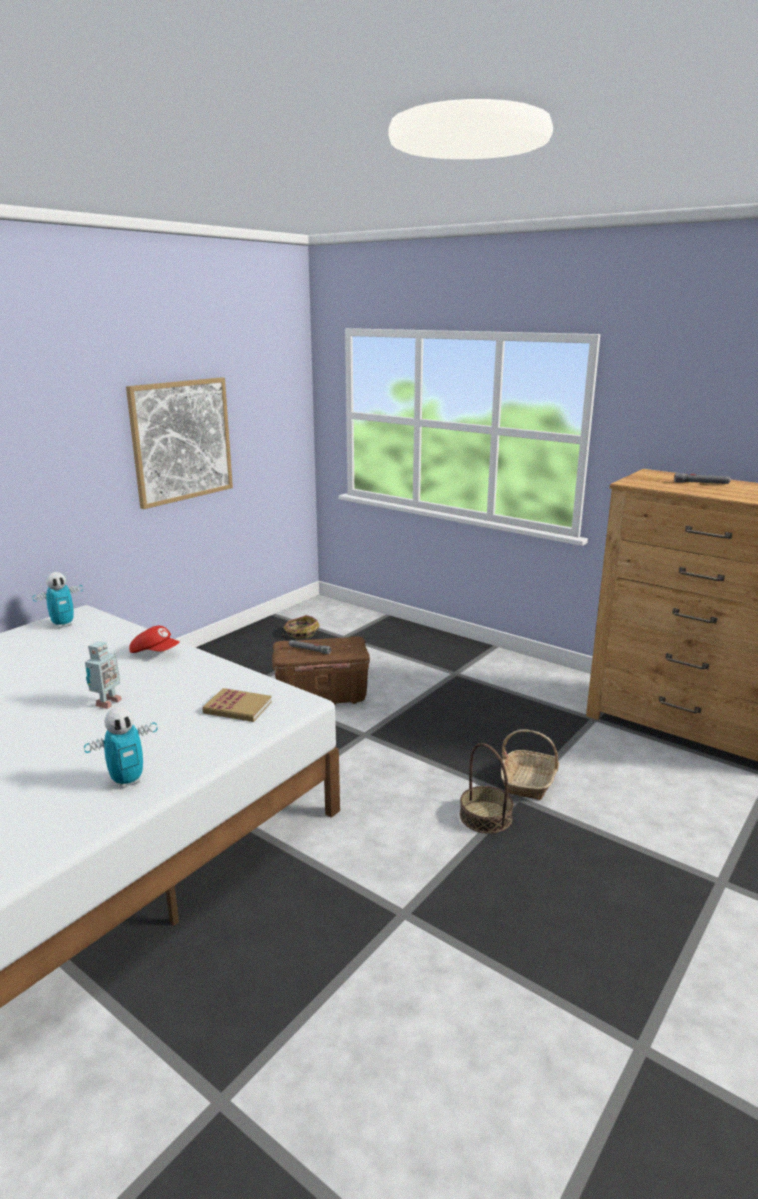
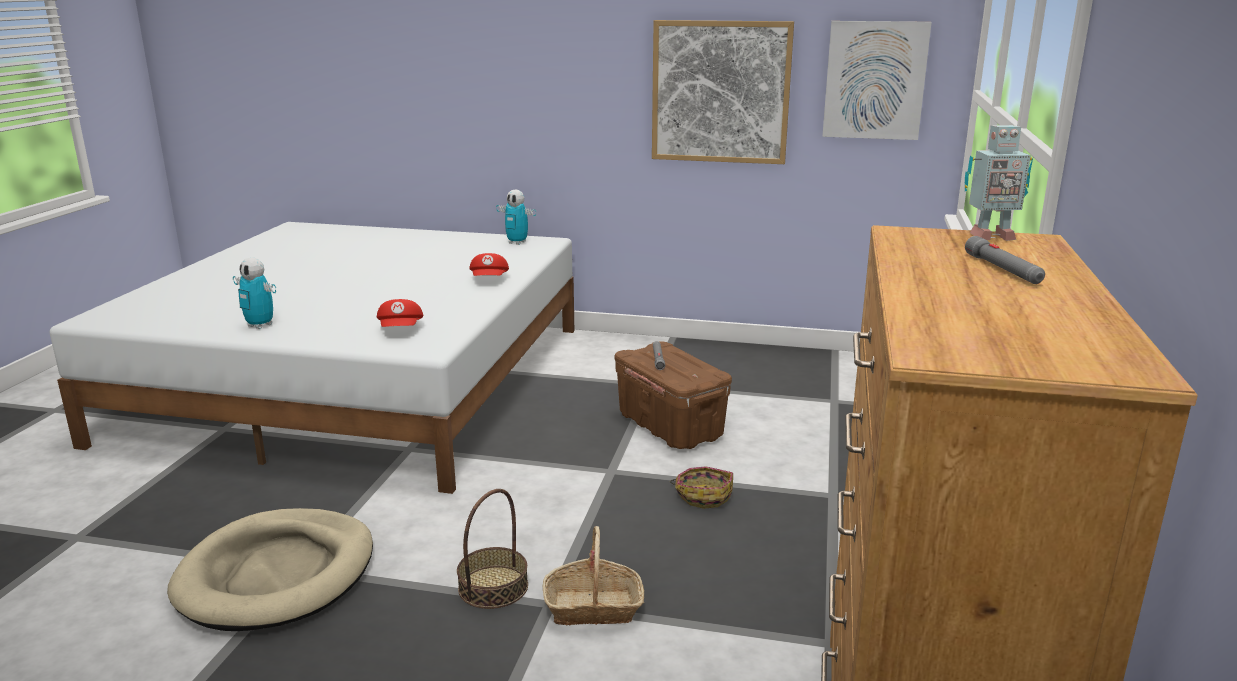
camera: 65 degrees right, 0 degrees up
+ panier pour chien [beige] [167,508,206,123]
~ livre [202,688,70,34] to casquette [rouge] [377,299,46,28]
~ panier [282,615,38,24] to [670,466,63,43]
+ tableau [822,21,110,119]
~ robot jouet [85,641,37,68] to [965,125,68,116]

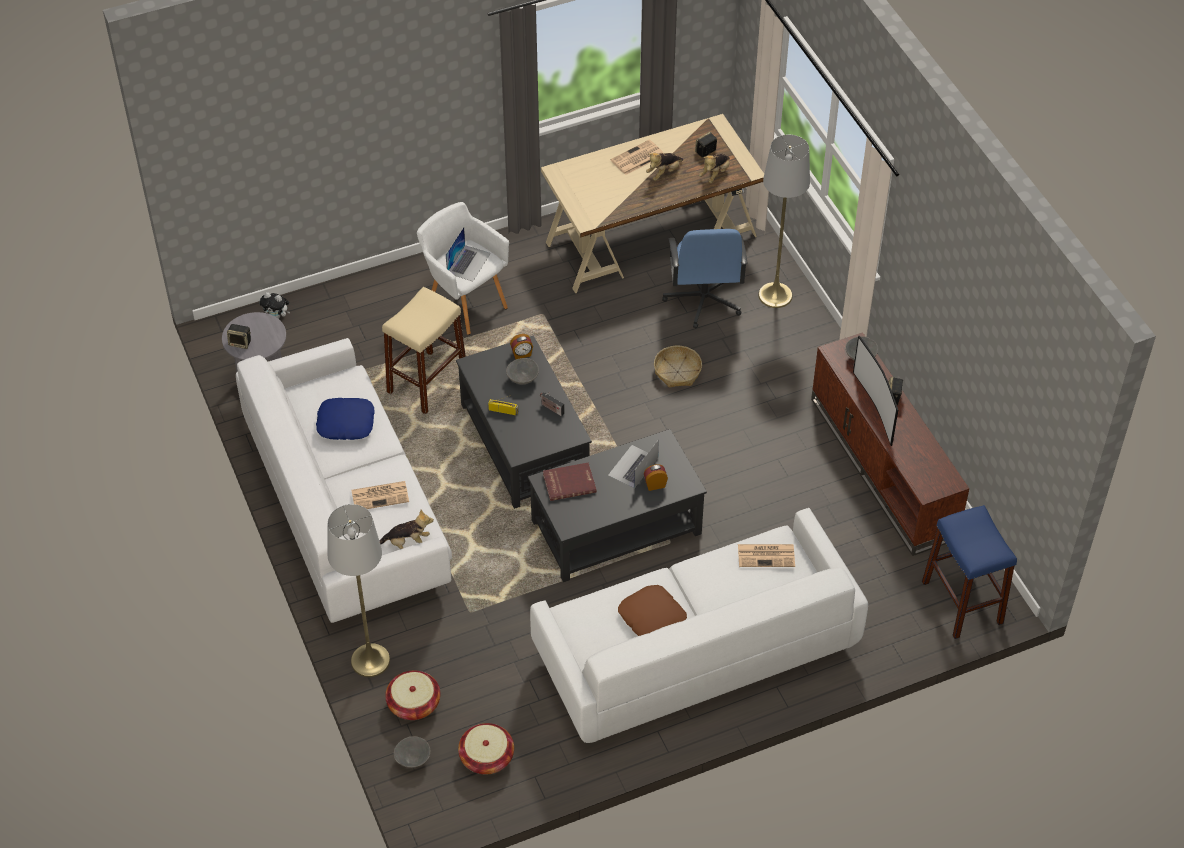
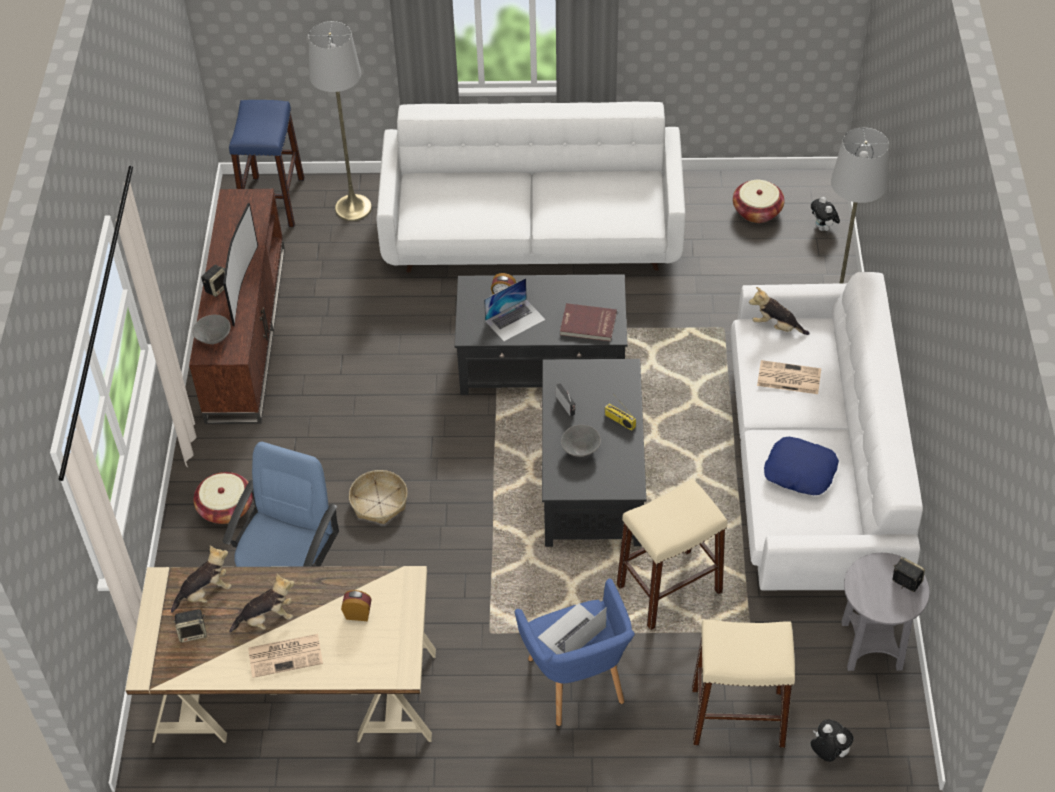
camera: 155 degrees left, 0 degrees up
~ panier [385,670,56,50] to [193,472,60,52]
~ lampadaire [gris] [758,134,52,174] to [308,21,64,200]
~ réveil [510,334,23,25] to [341,590,31,31]
~ fauteuil [blanc] [417,202,92,133] to fauteuil [bleu] [515,578,120,148]
+ tabouret [beige] [692,619,103,129]
~ bol [gris] [394,736,36,32] to peluche [811,197,29,35]
- coussin [marron] [618,585,69,51]
- journal [738,544,57,23]

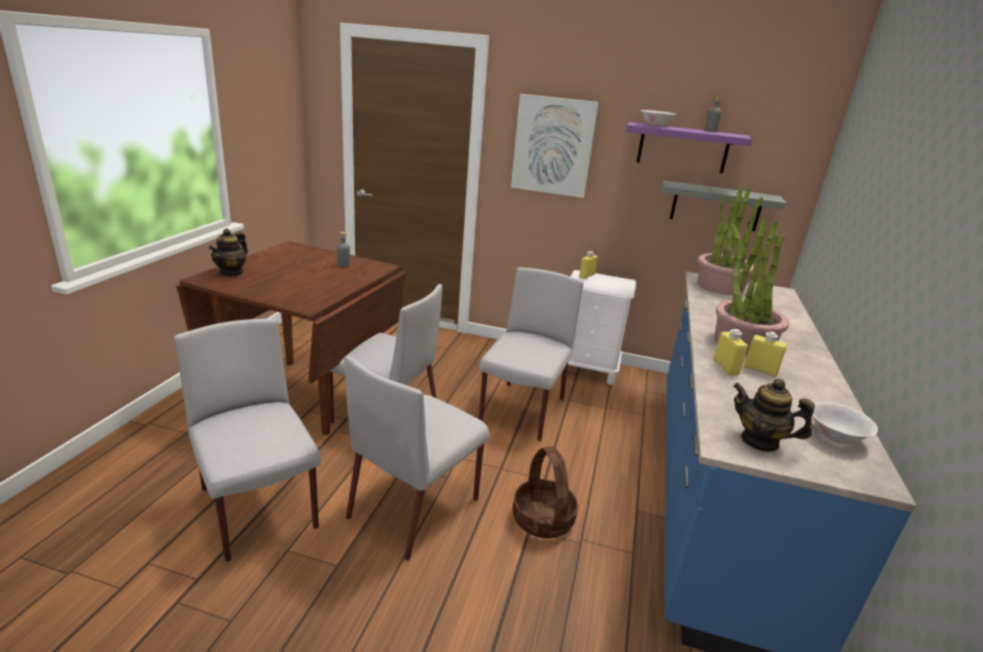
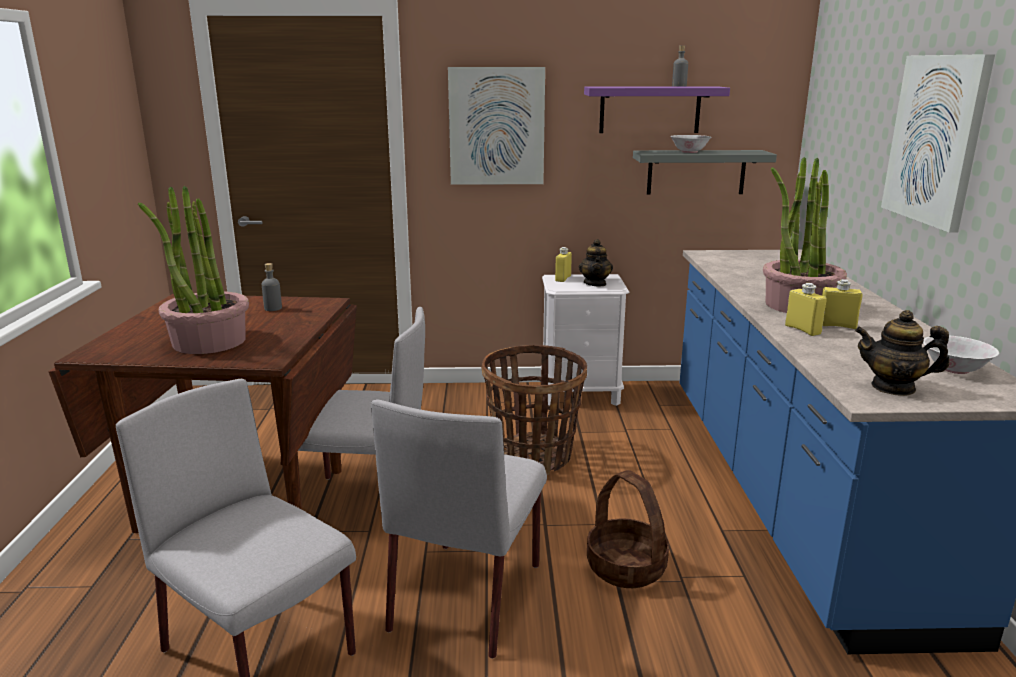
camera: 15 degrees left, 5 degrees down
~ plante en pot [697,186,66,109] to [138,186,111,168]
~ chaise [gris] [479,267,105,174] to panier [481,345,106,130]
~ théière [209,228,39,49] to [579,239,34,48]
~ bol [blanc] [640,110,36,17] to [670,135,42,18]
+ tableau [881,54,114,179]

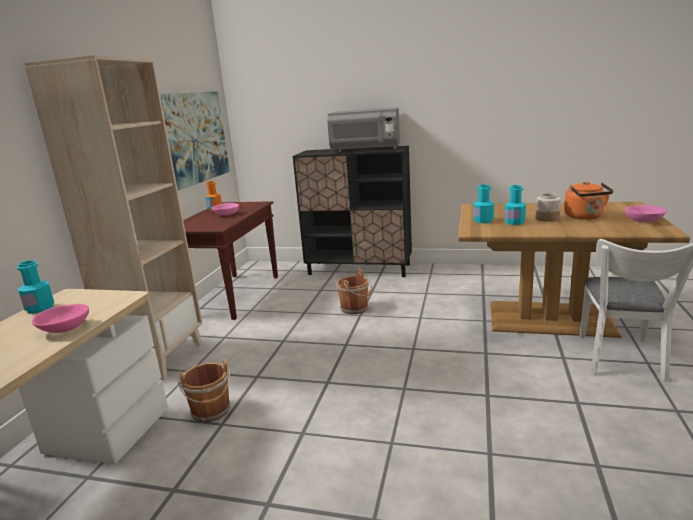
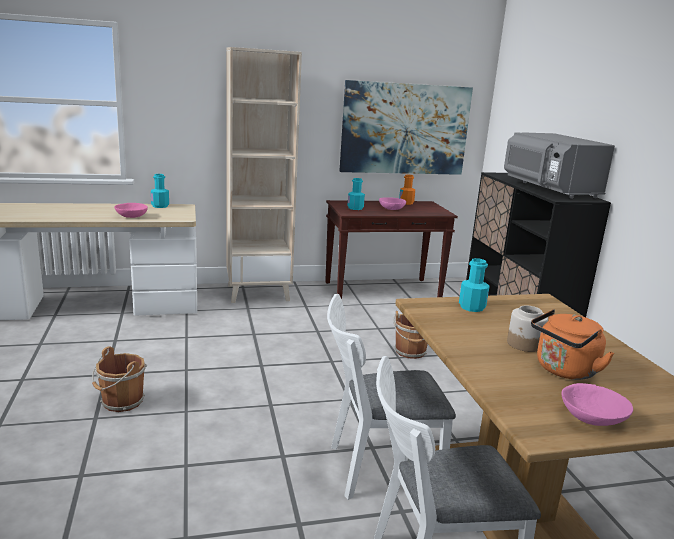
camera: 60 degrees right, 0 degrees up
~ seau [marron] [177,359,54,63] to [92,347,55,65]
+ chaise [blanc] [327,294,129,206]
~ bouteille [turquoise] [504,185,22,40] to [347,178,18,32]

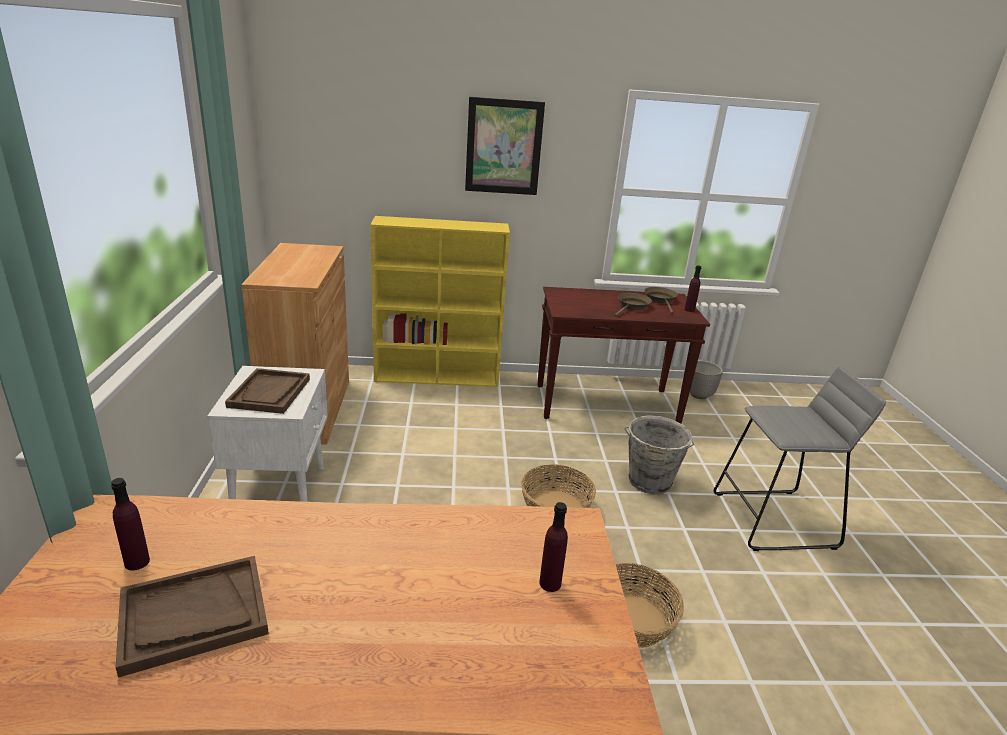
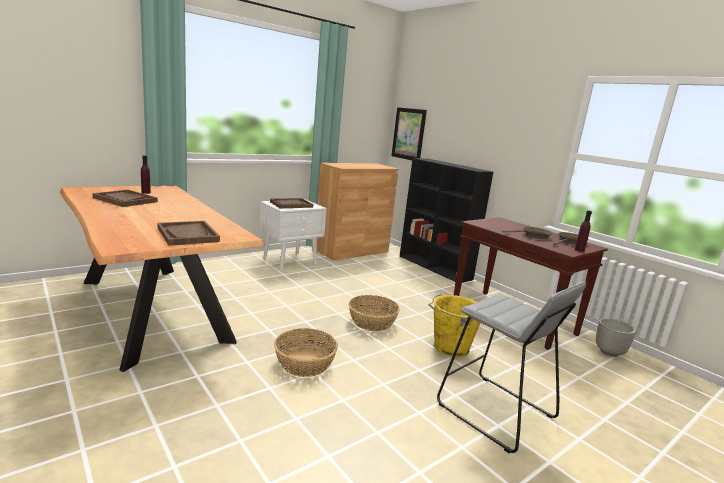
camera: 55 degrees right, 10 degrees down
~ bouteille [violet] [539,502,29,90] to plateau [marron] [158,221,62,25]
~ tableau [465,97,80,98] to [391,107,36,53]
~ bibliothèque [jaune] [370,216,140,171] to bibliothèque [noir] [400,158,93,125]
~ seau [gris] [624,415,70,80] to seau [jaune] [428,294,52,64]

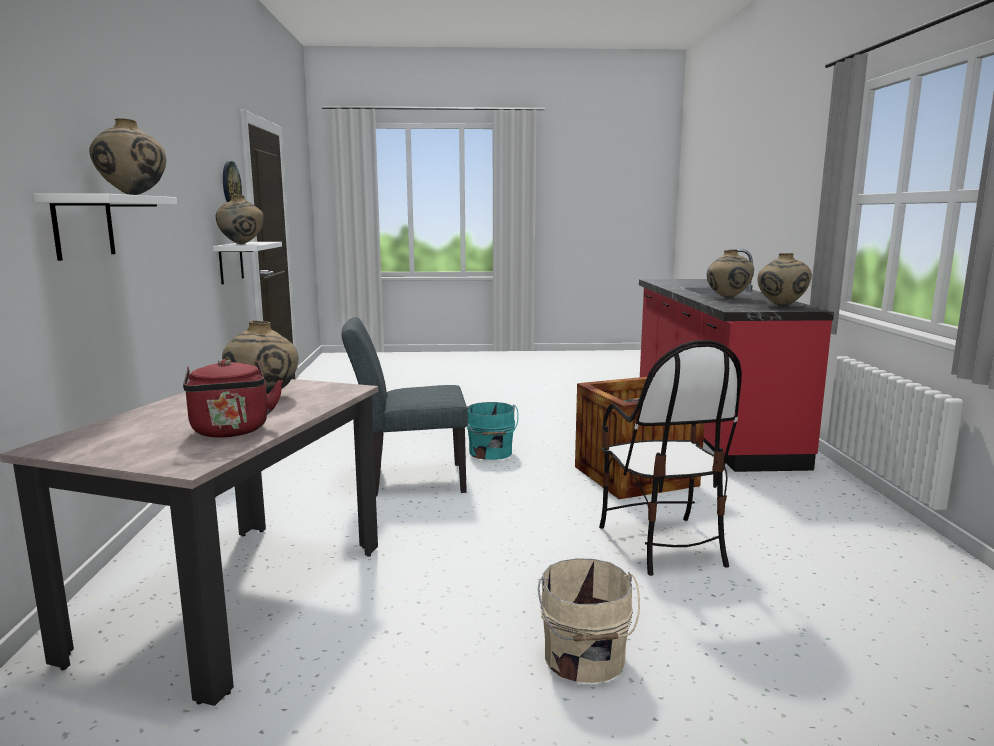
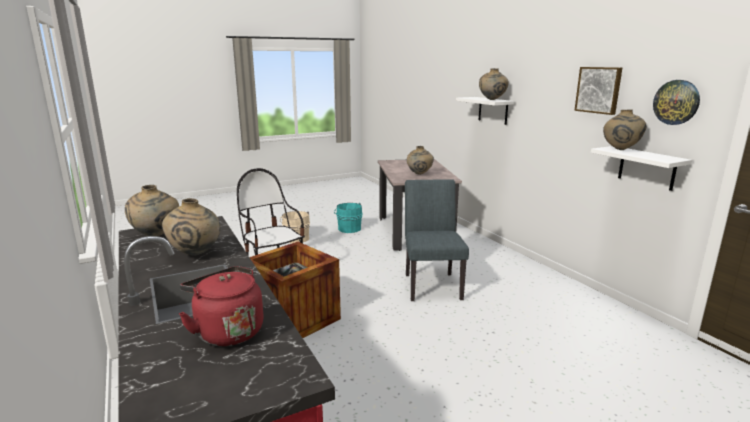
camera: 155 degrees right, 5 degrees up
~ bouilloire [rouge] [183,359,100,79] to [179,266,85,80]
~ seau [turquoise] [467,402,51,58] to [334,203,28,30]
~ chaise [gris] [341,317,127,179] = [405,180,64,121] 60 degrees counterclockwise
+ tableau [574,67,48,48]

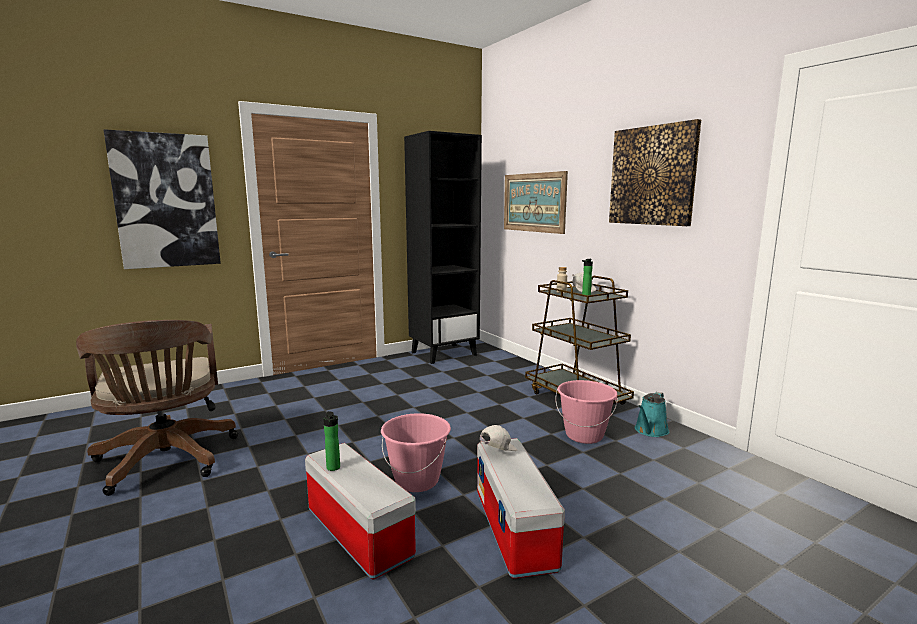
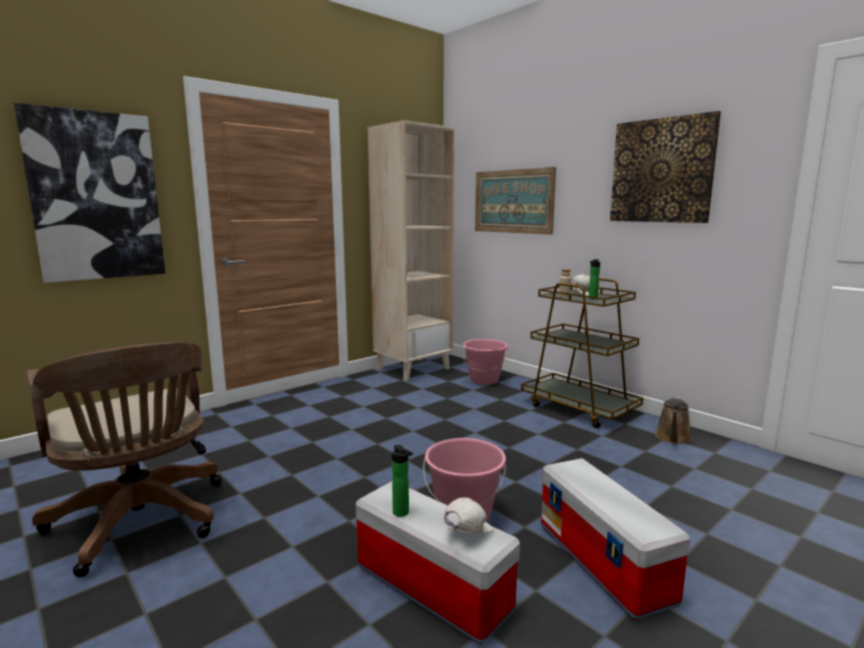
camera: 10 degrees left, 0 degrees up
~ bibliothèque [noir] [404,131,78,233] to bibliothèque [beige] [368,120,87,261]
~ casquette [blanc] [480,425,37,26] to [444,498,49,37]
~ seau [rose] [555,380,63,64] to [462,339,46,46]
~ arrosoir [turquoise] [635,392,34,45] to arrosoir [marron] [655,397,37,47]

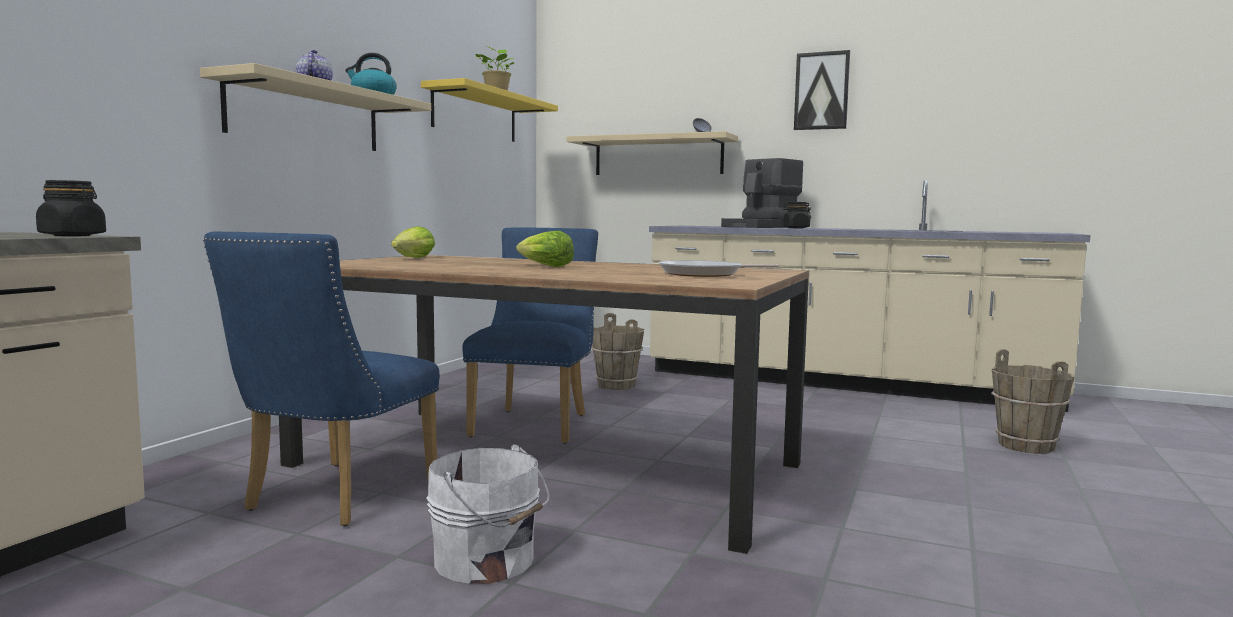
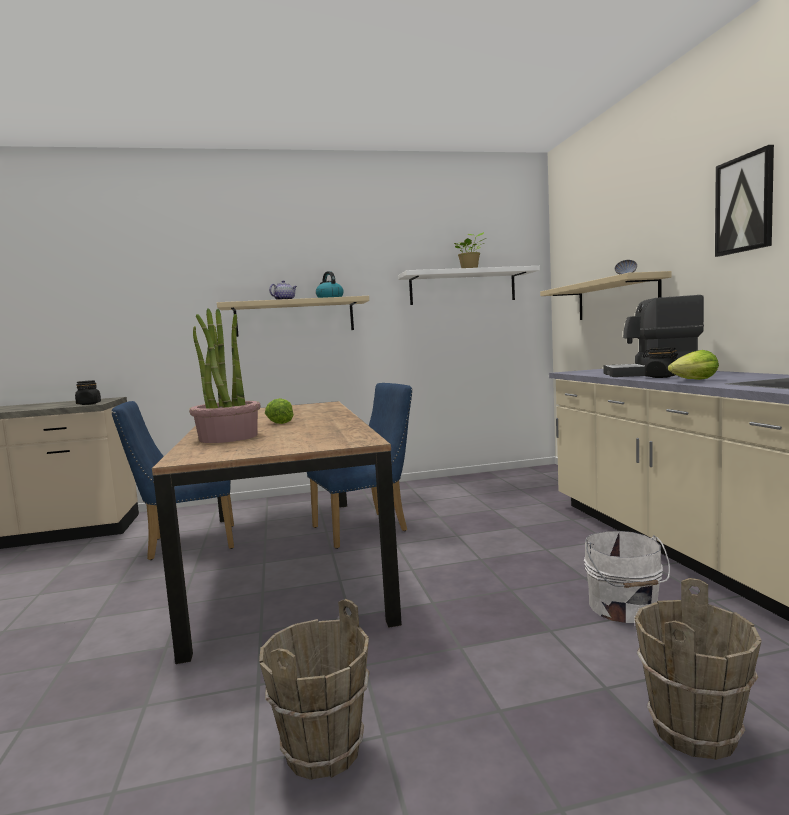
camera: 55 degrees right, 0 degrees up
+ plante en pot [189,308,71,135]
~ seau [marron] [591,313,53,77] to [259,599,111,181]
~ étagère [jaune] [421,78,137,64] to étagère [blanc] [398,266,142,39]
~ seau [blanc] [426,444,123,140] to [584,531,86,92]
~ laitue [391,226,44,32] to [668,350,51,30]
- poêle [659,260,119,17]

